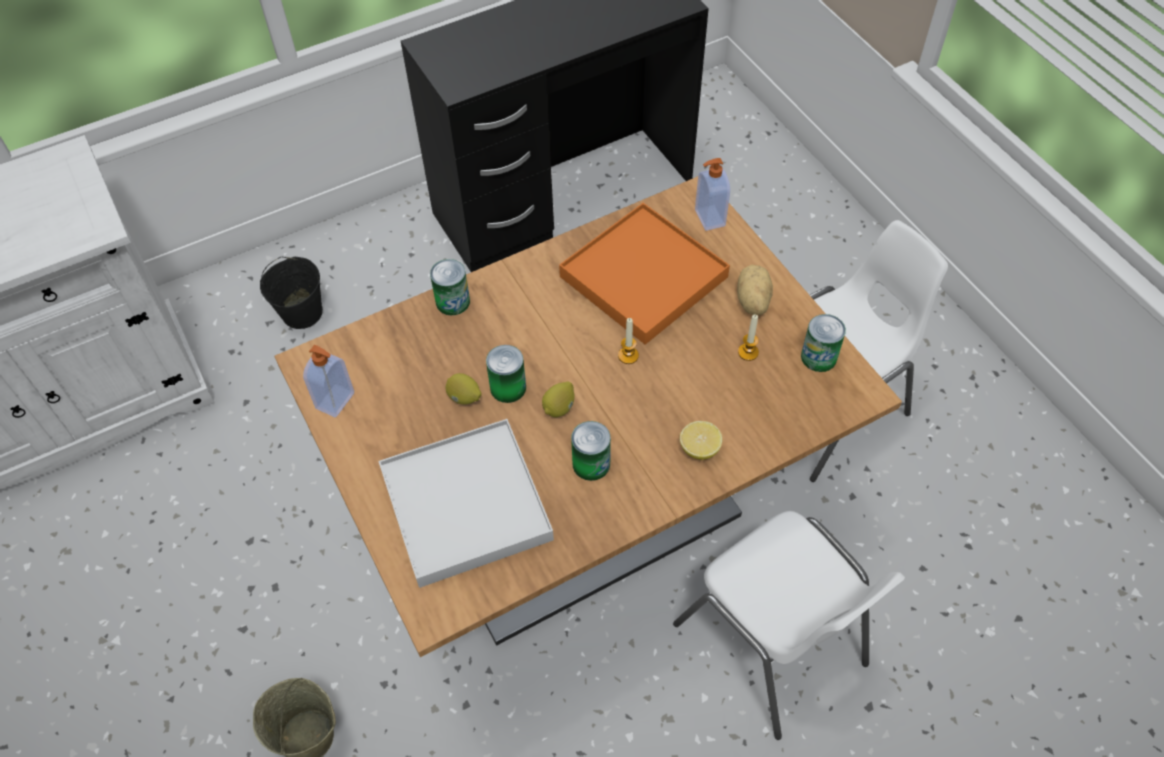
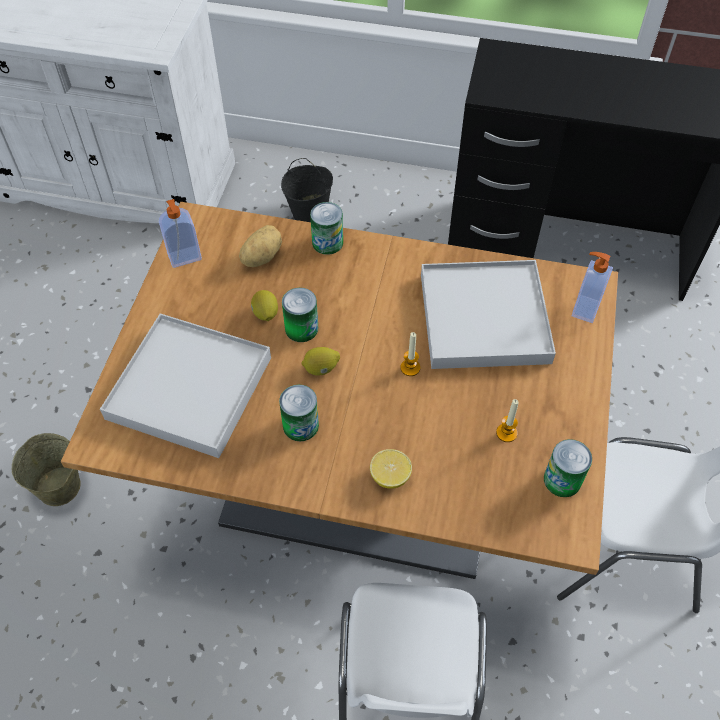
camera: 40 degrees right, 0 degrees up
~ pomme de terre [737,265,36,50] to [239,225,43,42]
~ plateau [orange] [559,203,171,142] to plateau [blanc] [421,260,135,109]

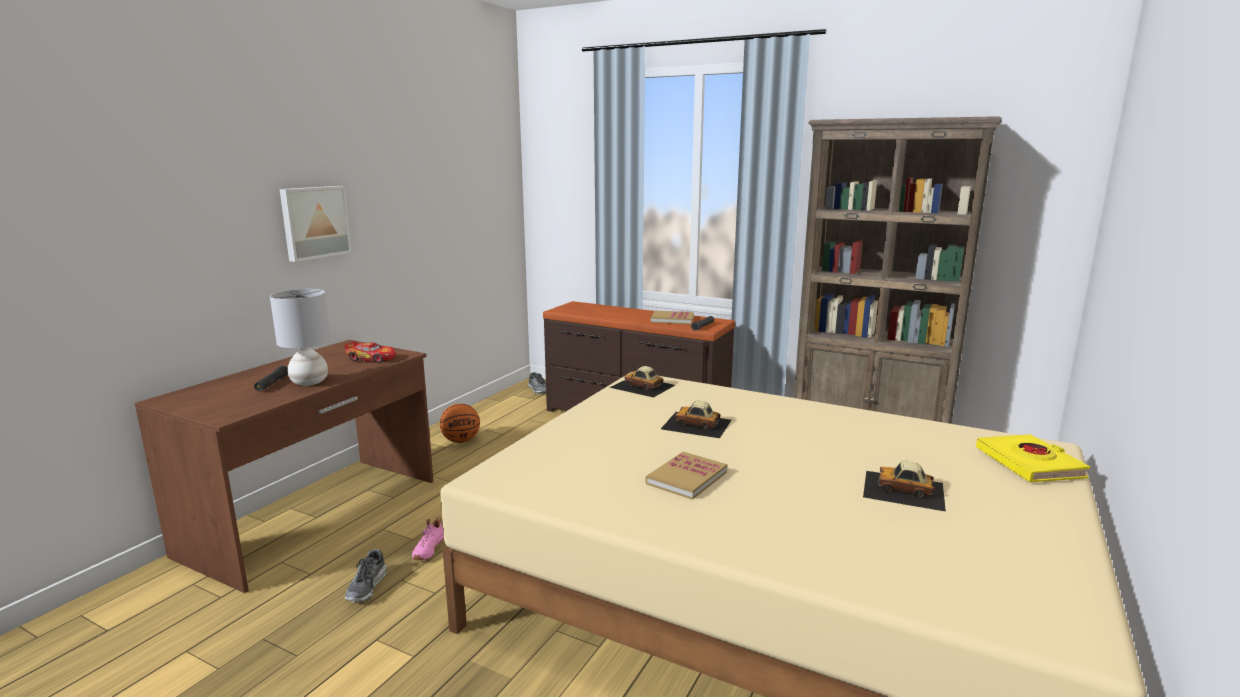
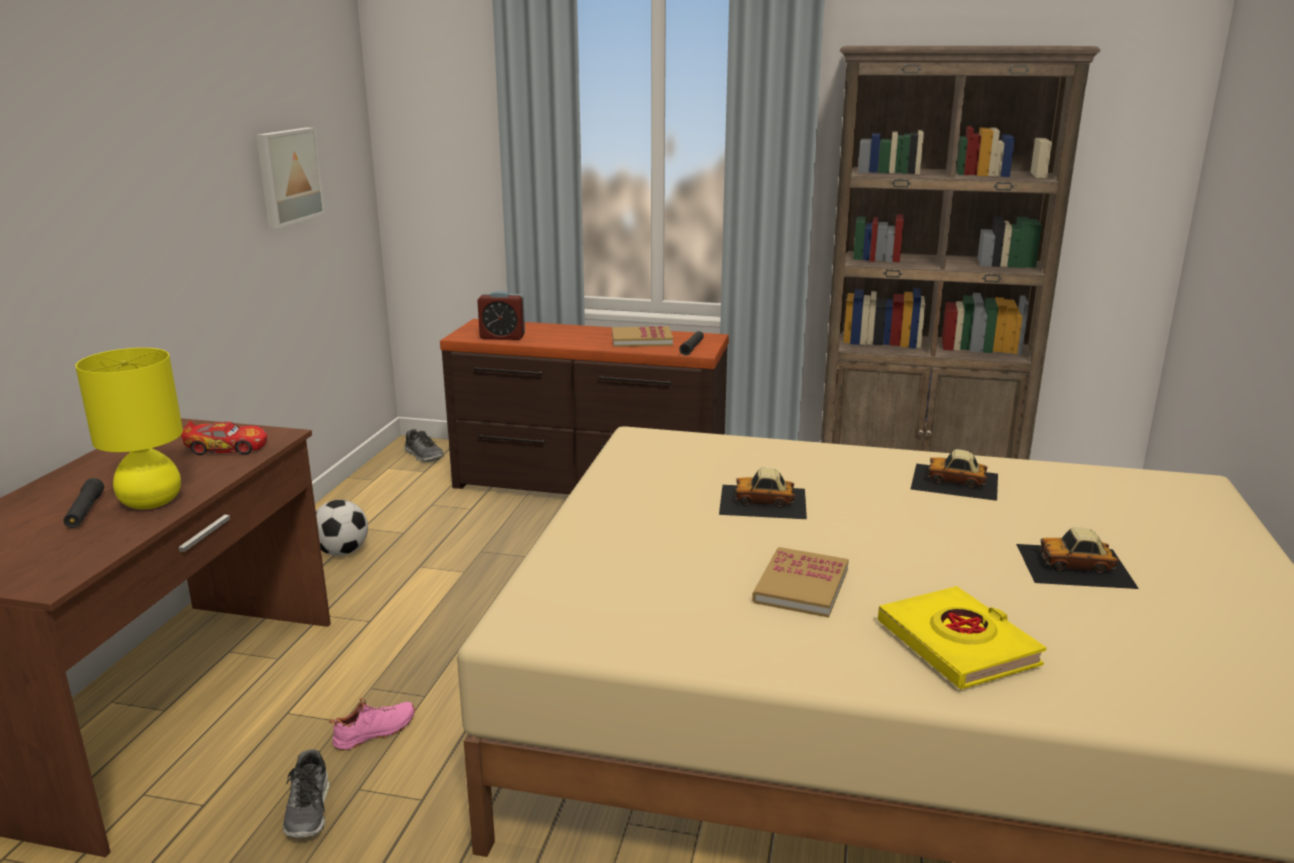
camera: 15 degrees left, 5 degrees up
~ lampe de table [gris] [270,289,61,97] to lampe de table [jaune] [75,348,108,161]
~ tableau [279,186,73,76] to [256,128,69,100]
~ ballon de basket [440,403,40,40] to ballon de foot [316,500,52,56]
~ chaussure [rose] [412,517,32,43] = [329,697,86,53] 120 degrees counterclockwise
+ réveil [477,291,48,49]
~ livre [jaune] [976,434,114,48] to [878,586,168,103]
~ petite voiture [609,366,66,32] to [911,449,87,52]

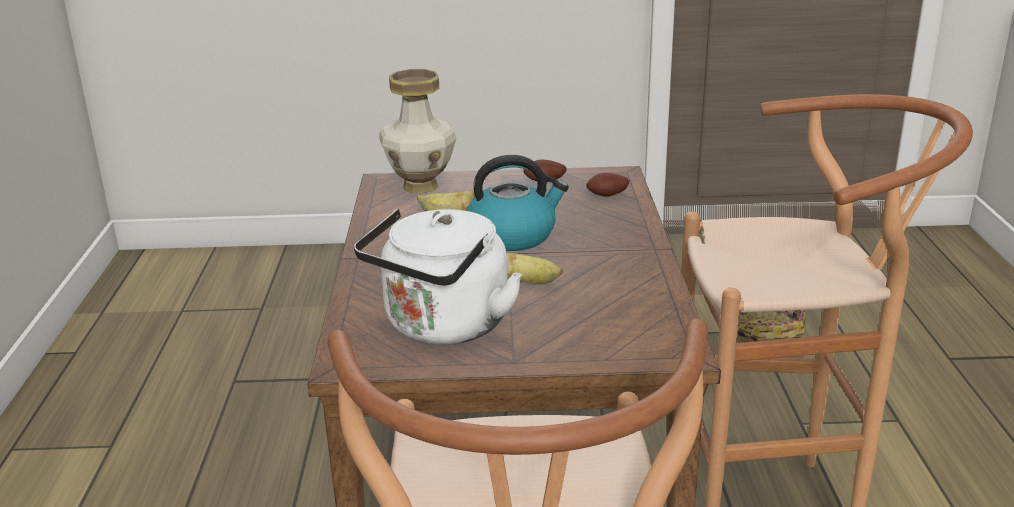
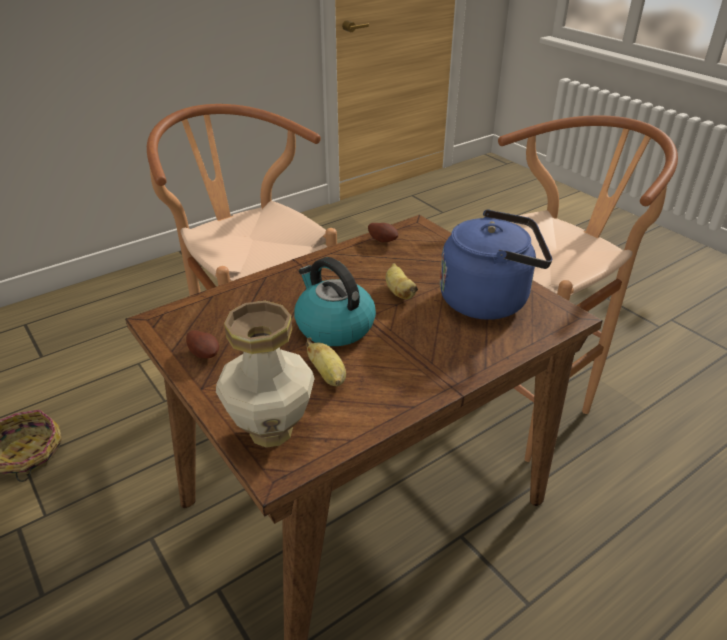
camera: 125 degrees left, 10 degrees up
~ pomme de terre [586,173,44,24] to [368,223,30,19]
~ bouilloire [blanc] [354,209,168,136] to bouilloire [bleu] [440,209,112,111]

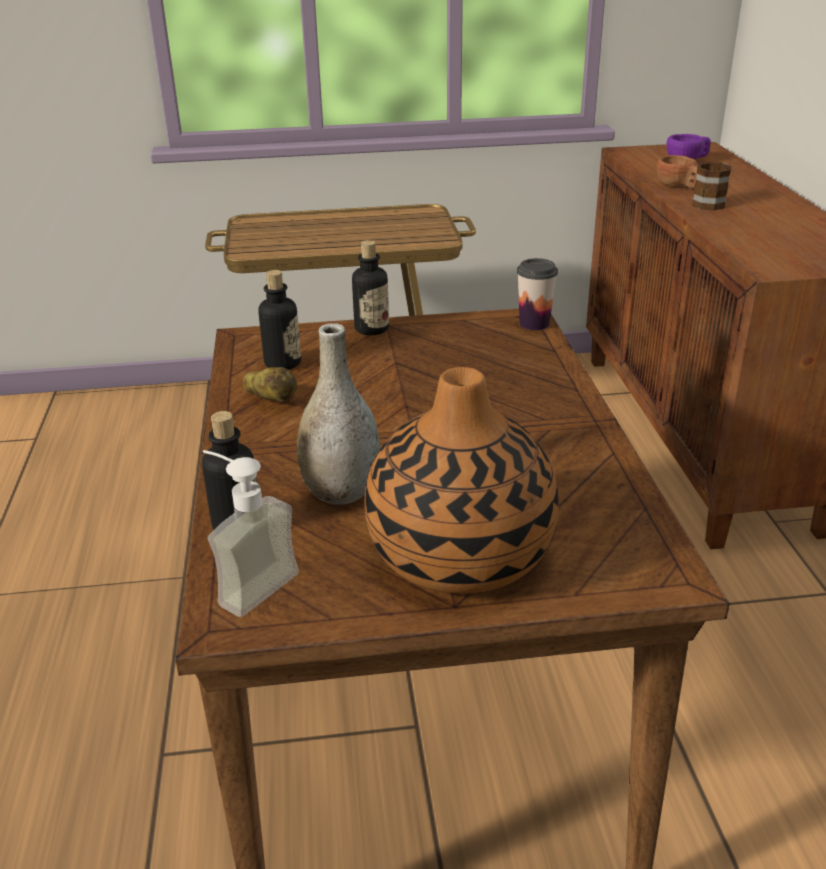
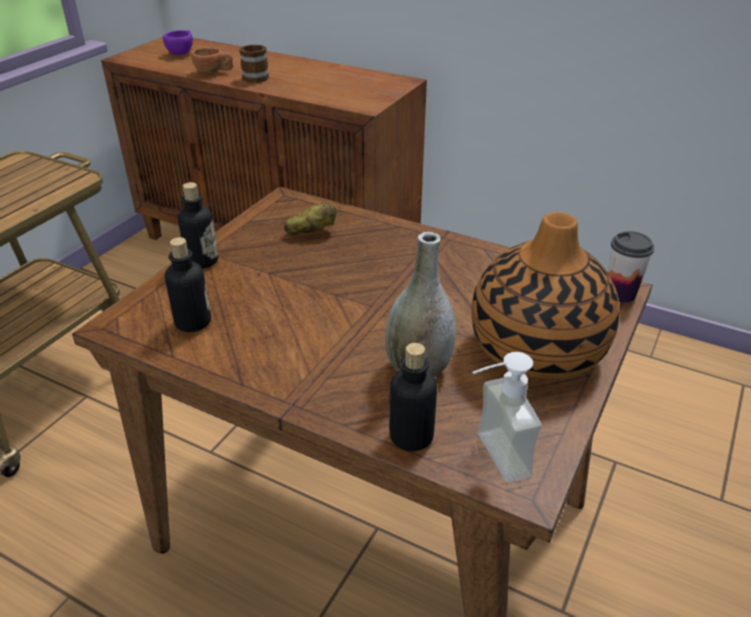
camera: 55 degrees left, 5 degrees up
~ pomme de terre [242,367,55,35] to [284,202,53,33]
~ tasse [517,258,41,72] to [608,231,46,72]

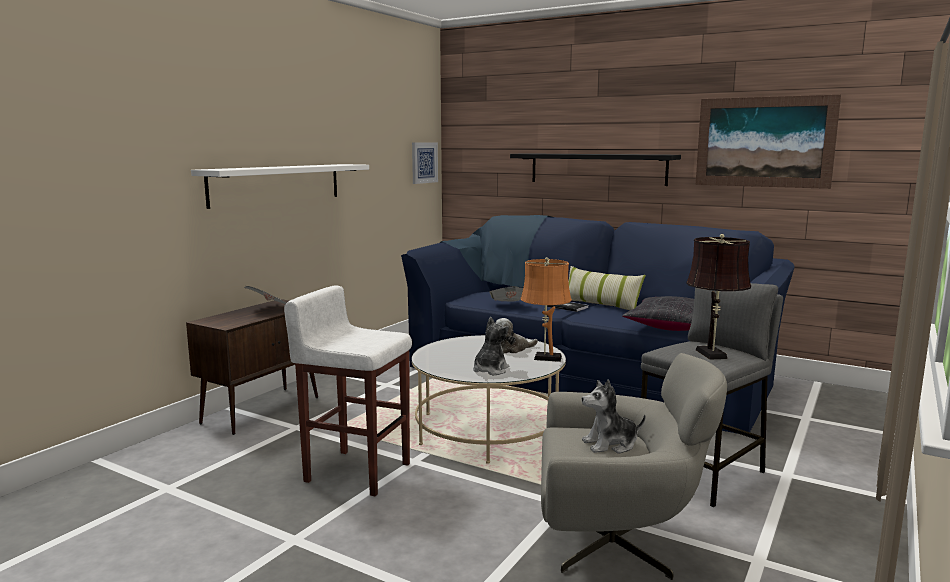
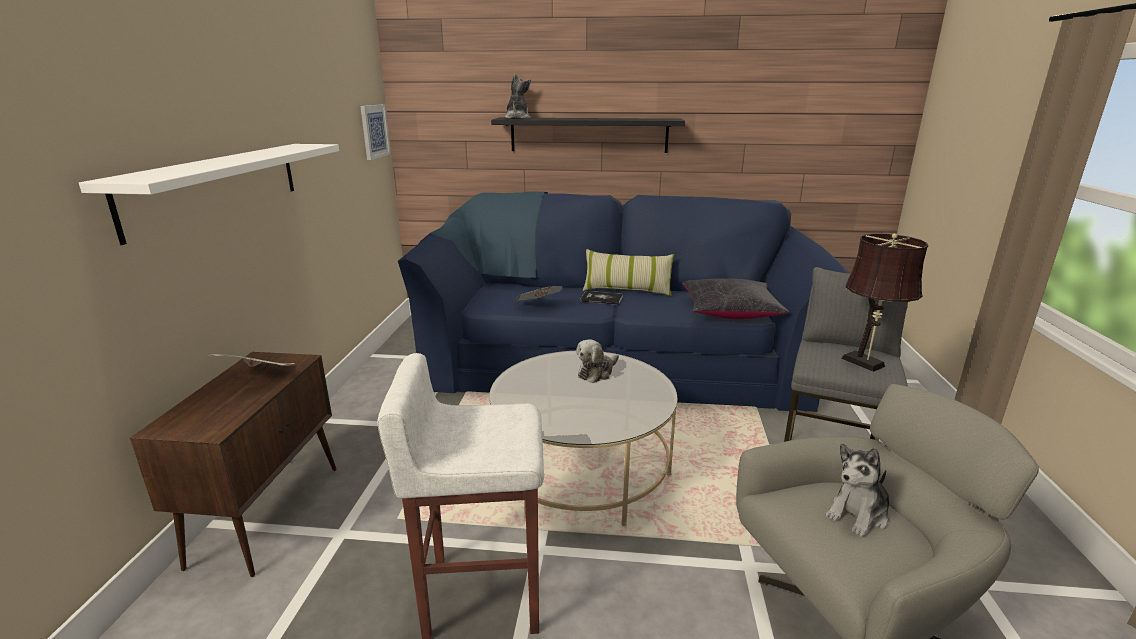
camera: 25 degrees left, 10 degrees up
~ peluche [473,317,36,58] to [505,73,26,46]
- lampe de table [orange] [521,257,51,105]
- tableau [695,95,146,94]

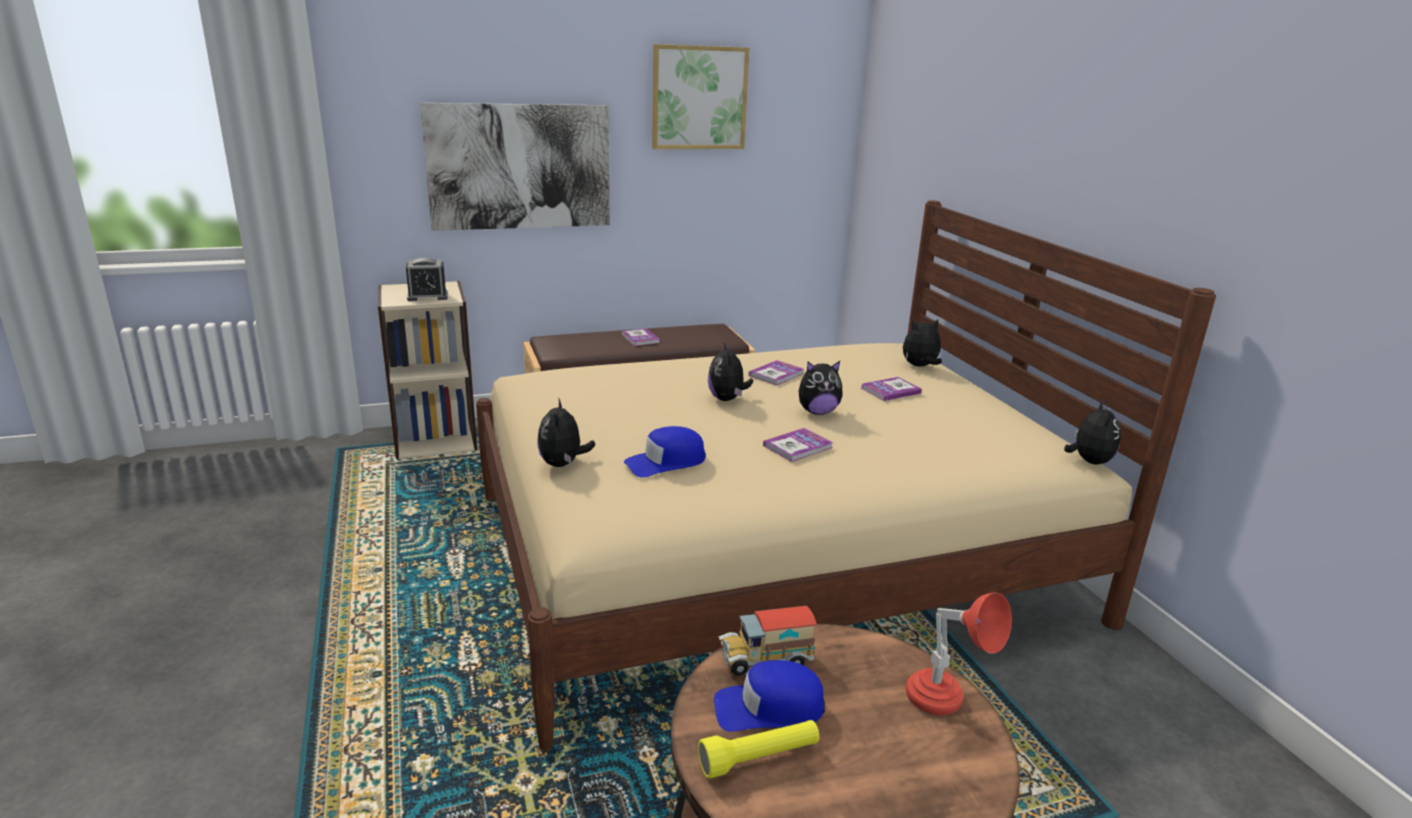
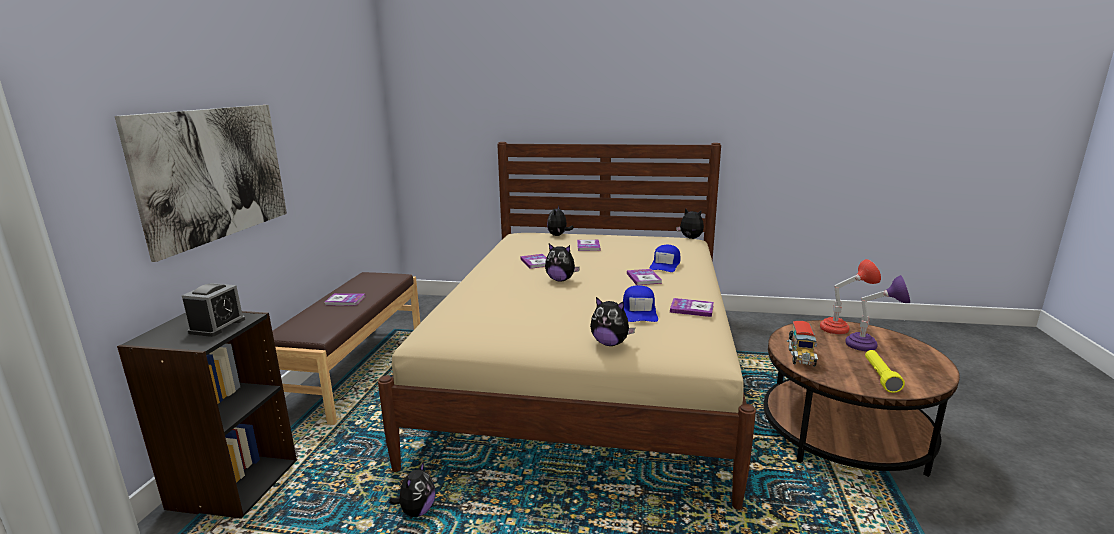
camera: 60 degrees left, 5 degrees down
~ bibliothèque [beige] [378,281,99,178] to bibliothèque [noir] [117,311,180,208]
~ peluche [799,361,44,54] to [389,461,46,56]
~ casquette [bleu] [714,660,111,72] to [649,245,31,27]
+ livre [670,298,44,19]
+ lampe de table [violet] [845,275,65,76]
- tableau [652,44,97,105]

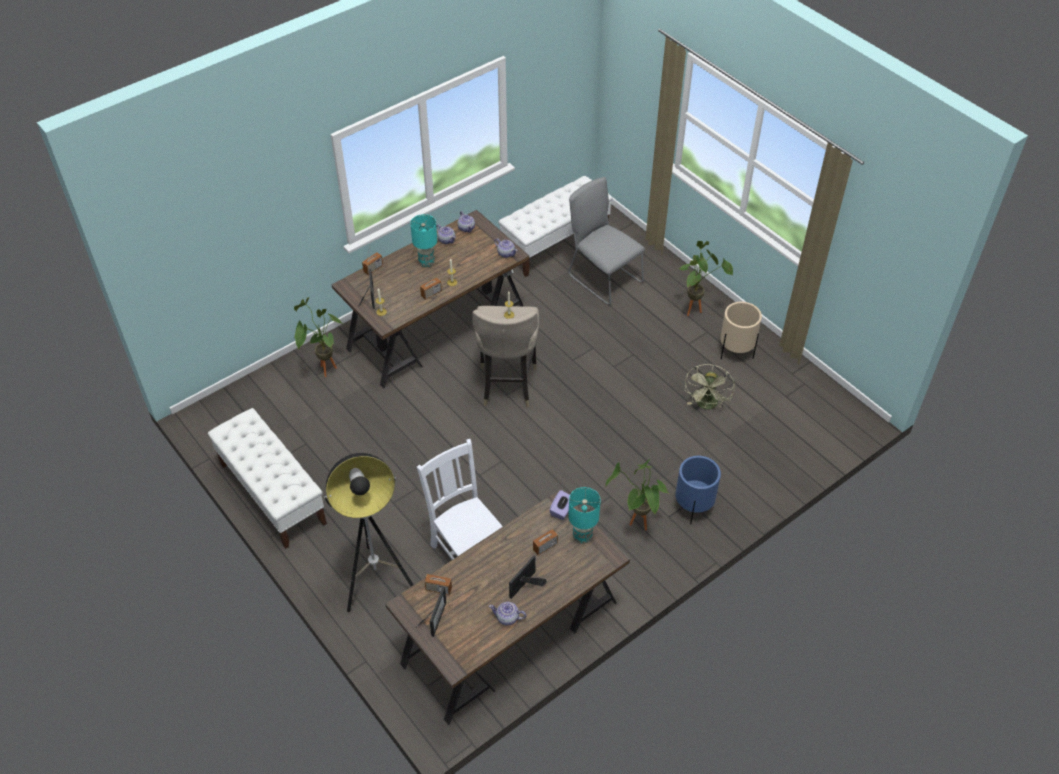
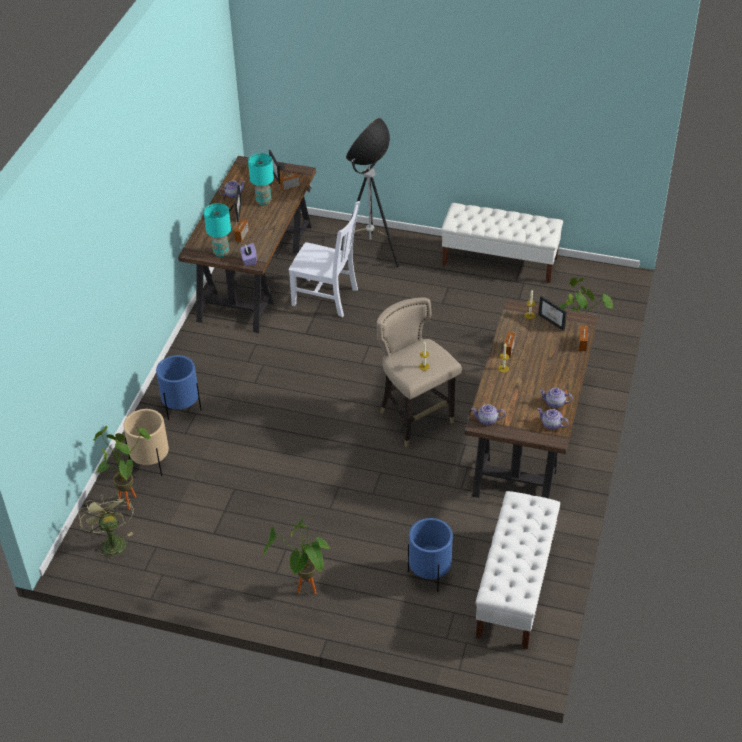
camera: 145 degrees right, 5 degrees down
~ ventilateur [vert] [685,364,50,45] to [78,493,56,69]
~ plante en pot [605,459,63,72] to [93,426,58,83]
~ cache-pot [beige] [720,302,42,57] to [123,409,46,67]
~ lampe de table [turquoise] [410,214,27,53] to [248,153,26,52]
~ chaise [gris] [568,177,77,128] to cache-pot [bleu] [408,518,45,74]

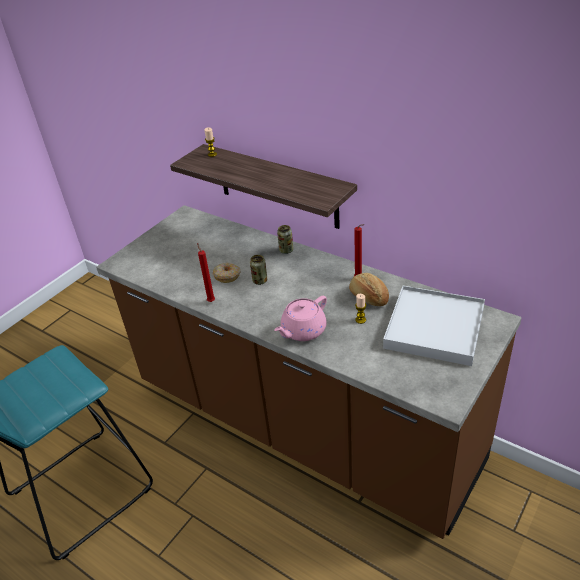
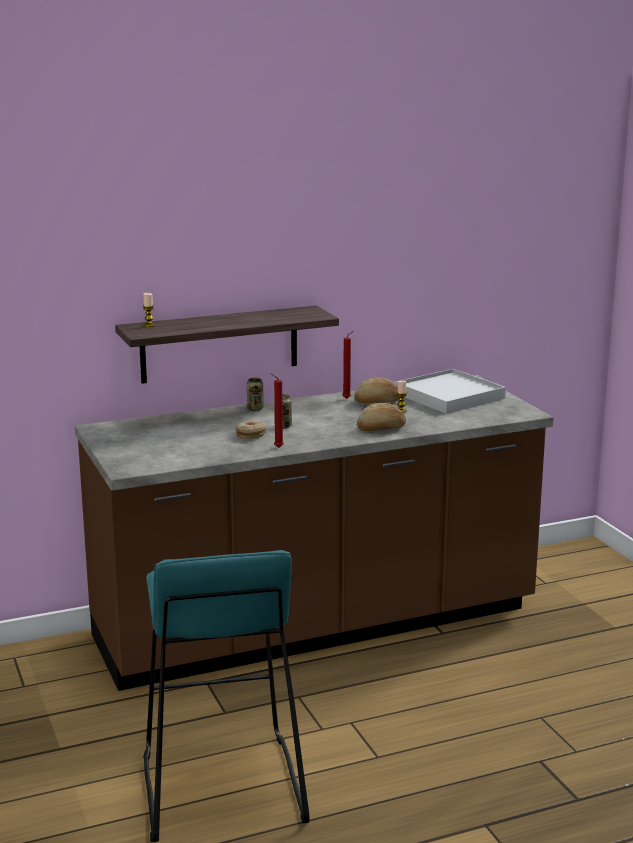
camera: 60 degrees left, 20 degrees down
~ théière [rose] [274,296,53,45] to pain [357,403,49,28]

